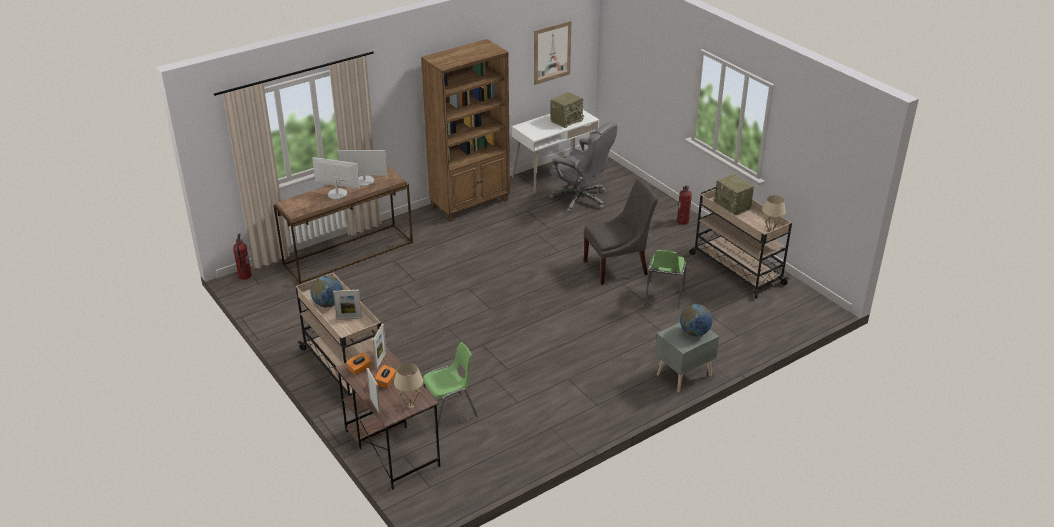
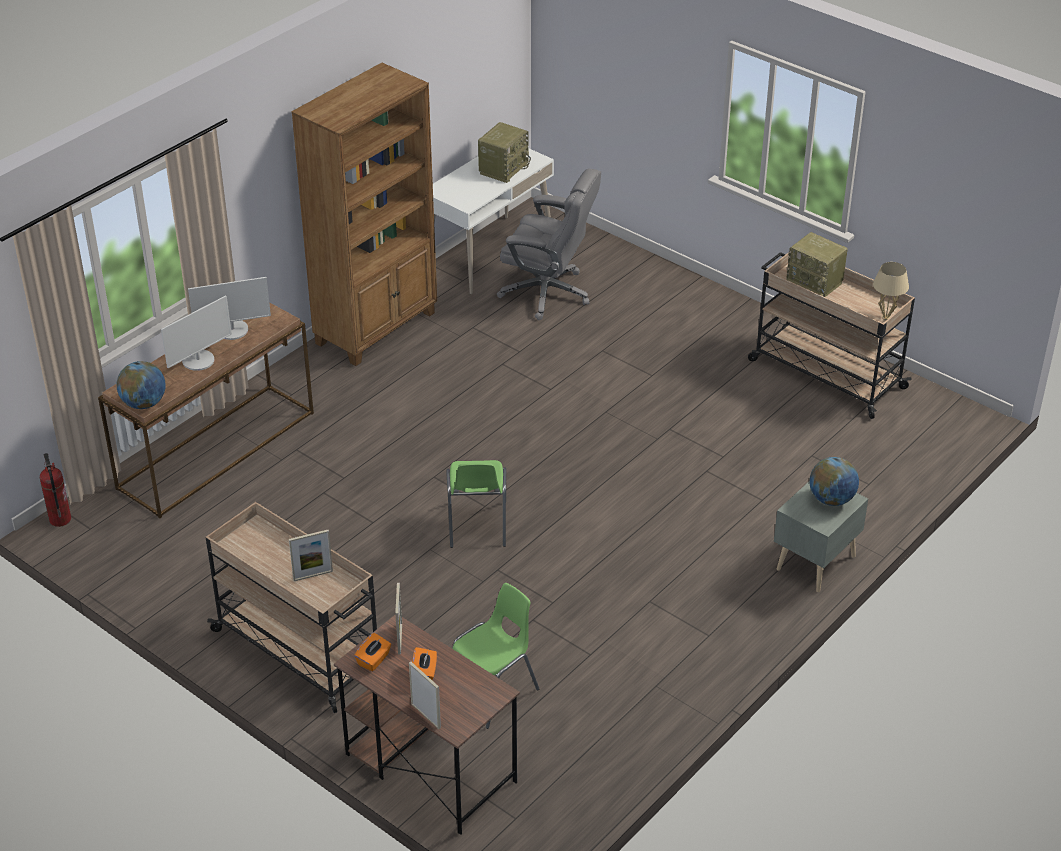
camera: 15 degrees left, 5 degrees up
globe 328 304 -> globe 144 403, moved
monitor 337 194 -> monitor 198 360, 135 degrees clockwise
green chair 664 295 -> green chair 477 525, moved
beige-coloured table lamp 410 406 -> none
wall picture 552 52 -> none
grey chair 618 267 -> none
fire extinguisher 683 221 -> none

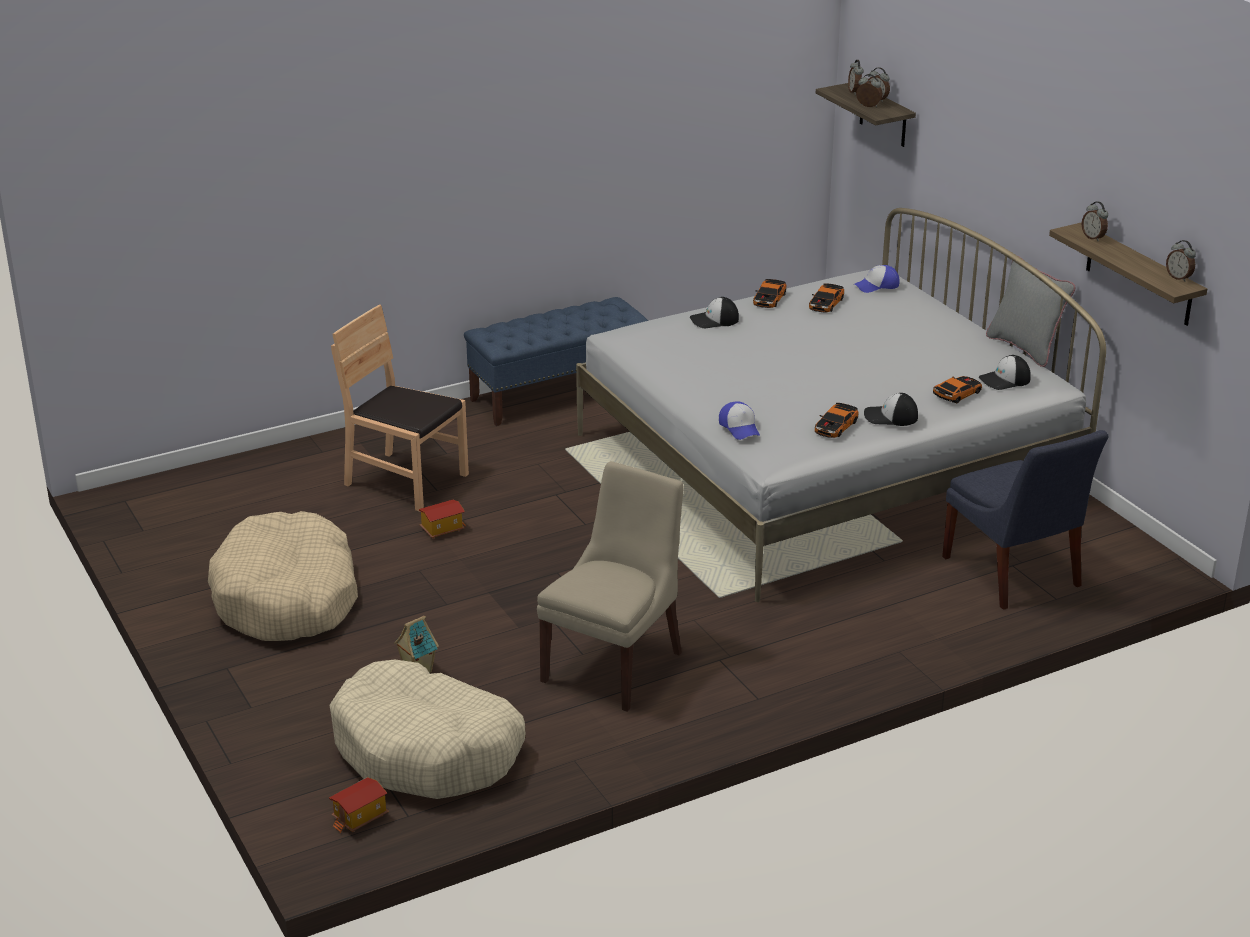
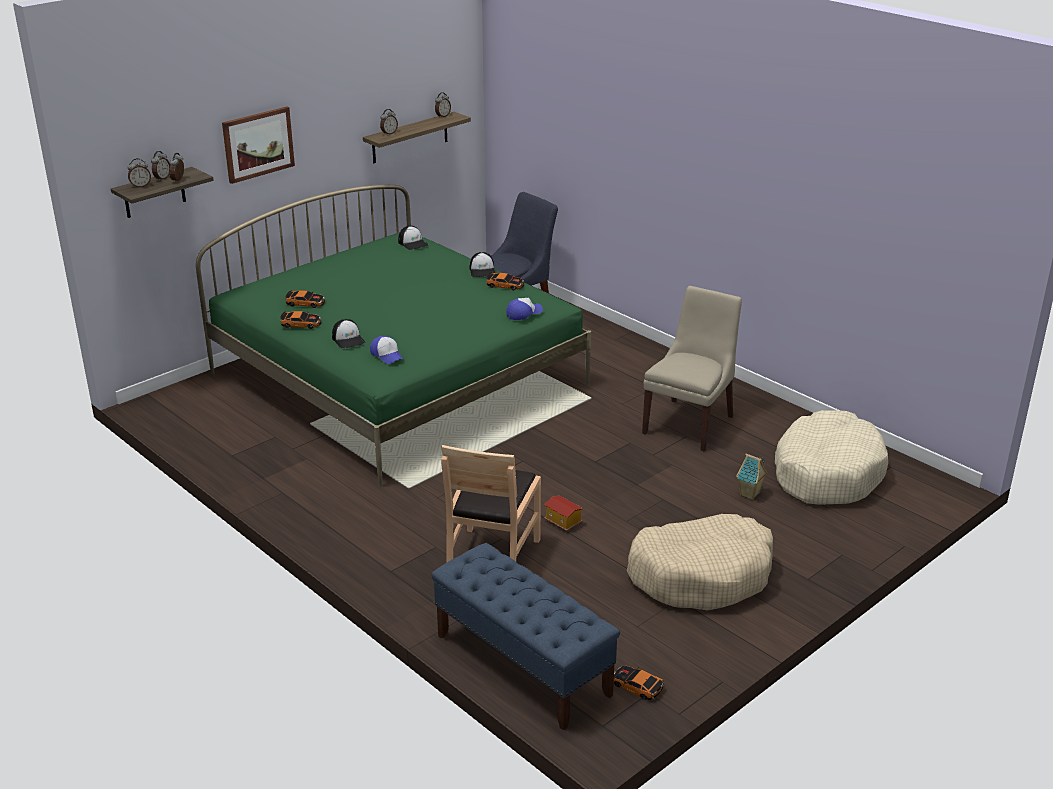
camera: 105 degrees left, 0 degrees up
white-coloured sleeping bed 825 466 -> green sleeping bed 398 379
none -> wall picture 258 144
peaked cap 877 286 -> peaked cap 387 355, moved
blue-coloured long seat 559 394 -> blue-coloured long seat 522 665, moved
miniature car 957 393 -> miniature car 636 686, moved
beige-coloured chair 615 664 -> beige-coloured chair 689 423, 105 degrees clockwise
toy house 360 818 -> none
grey pillow 1025 348 -> none

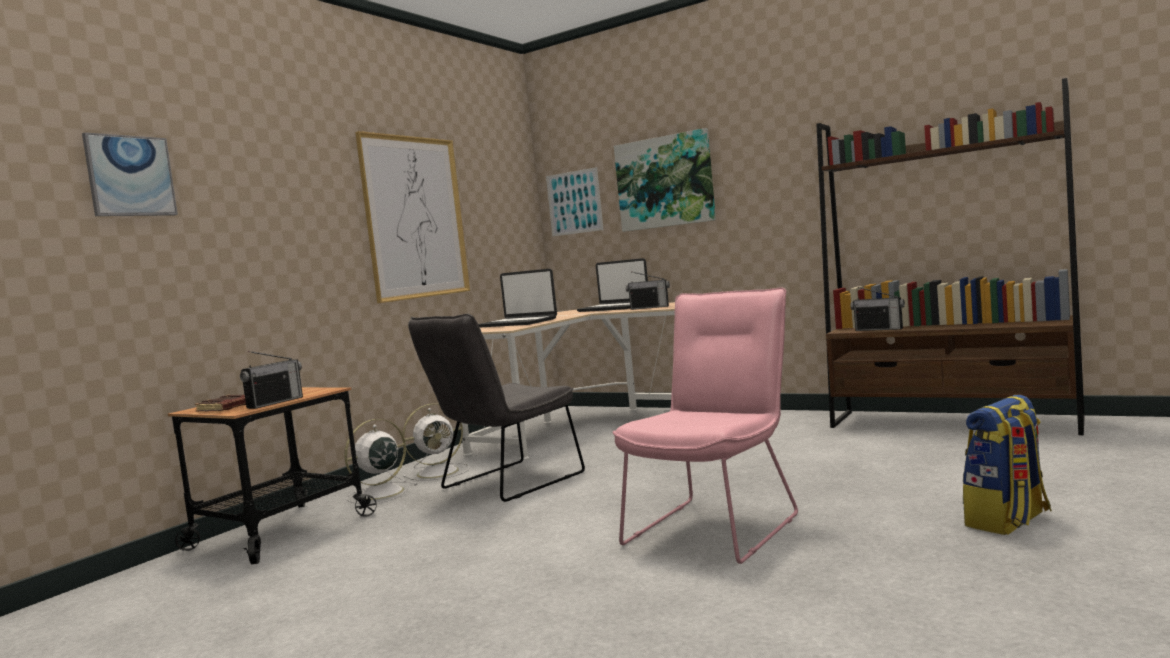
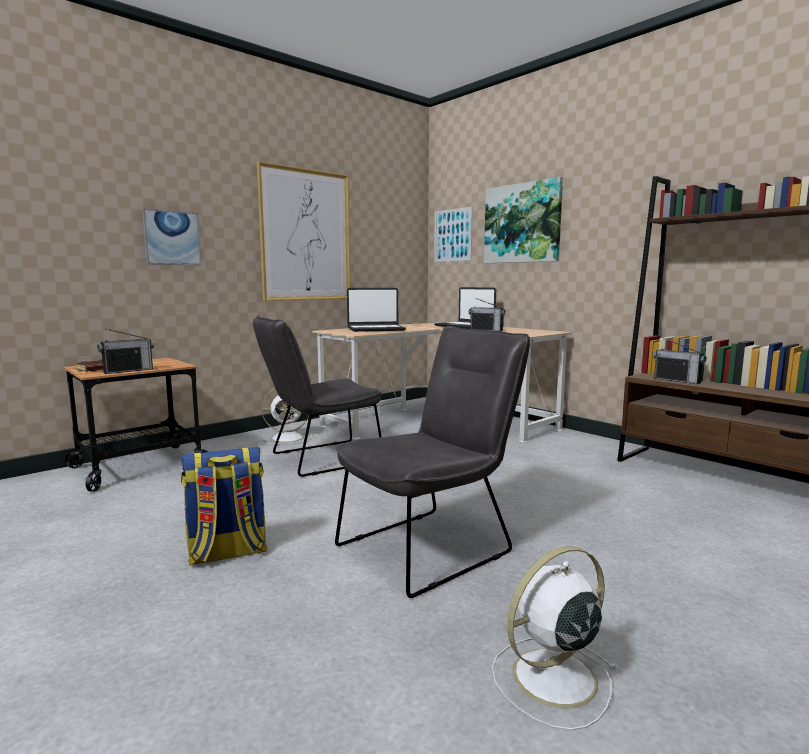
camera: 15 degrees right, 5 degrees up
wall picture 130 176 -> wall picture 172 238, moved
backpack 1008 521 -> backpack 227 553, moved
pinkish chair 718 525 -> grey chair 433 546
notebook computer 518 323 -> notebook computer 375 329, 60 degrees counterclockwise
white-coloured cooling fan 379 493 -> white-coloured cooling fan 551 678, moved

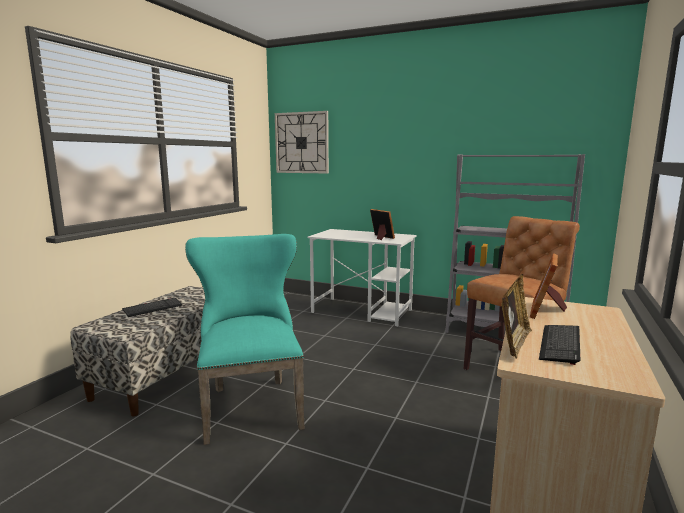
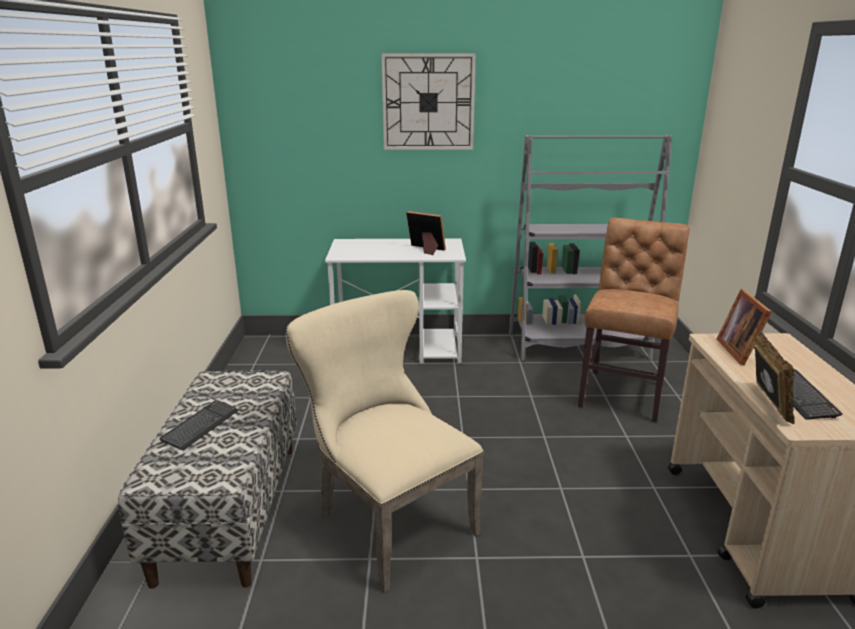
camera: 25 degrees left, 10 degrees up
turquoise-coloured chair 251 404 -> beige-coloured chair 387 520
clock on the wall 302 143 -> clock on the wall 428 102, moved

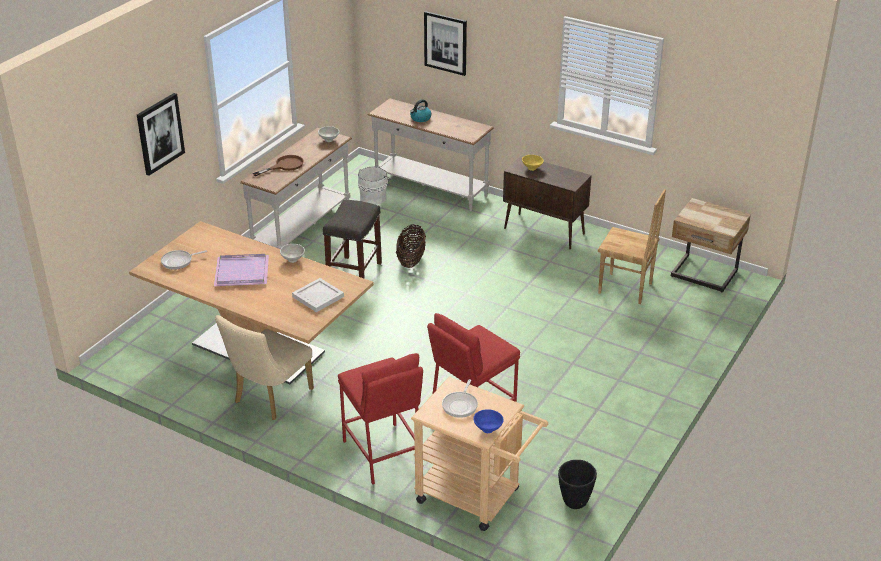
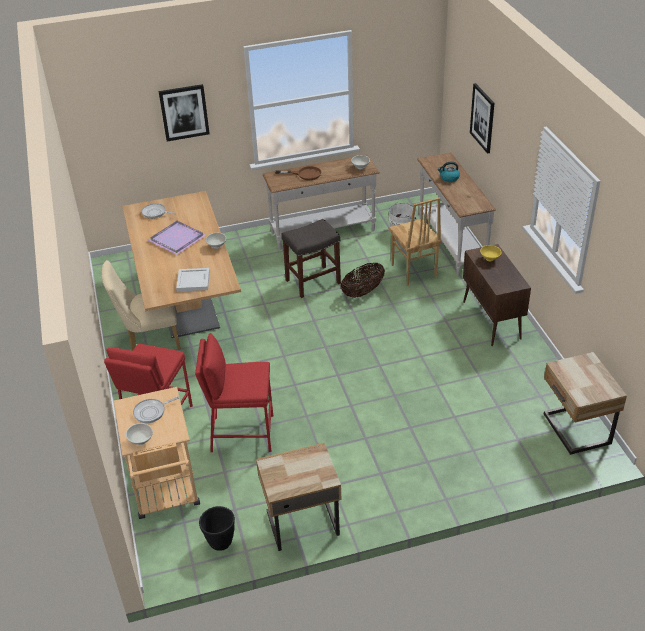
camera: 45 degrees right, 5 degrees up
blue-coloured deep dish 487 429 -> white-coloured deep dish 141 440
none -> beige-coloured nightstand 301 522
brown-coloured chair 625 289 -> brown-coloured chair 413 271, moved

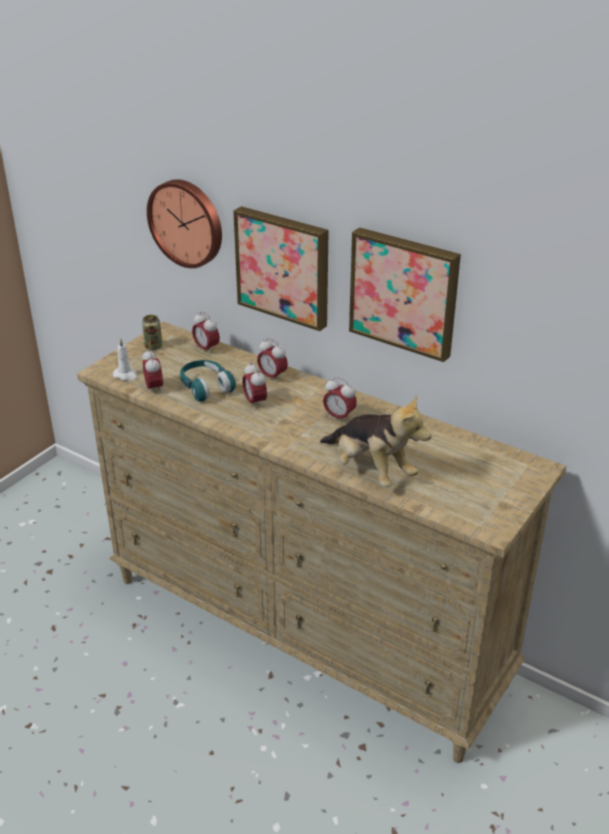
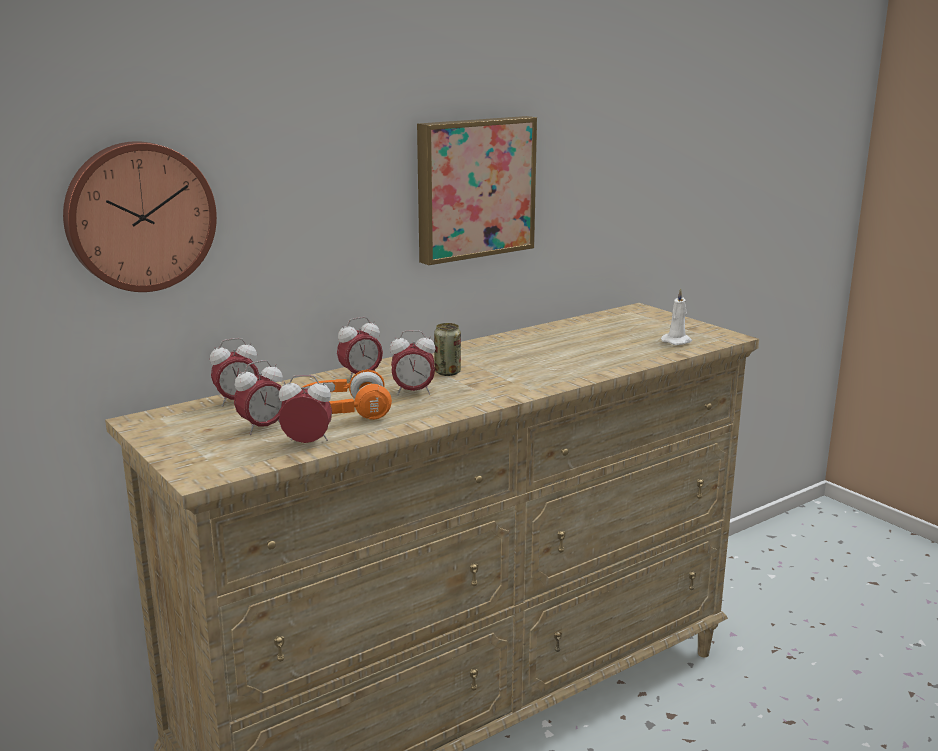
camera: 70 degrees left, 15 degrees down
bedside clock 339 417 -> bedside clock 262 428, moved
turquoise-coloured headset 206 387 -> orangey headset 343 413
sealed can 153 347 -> sealed can 447 372, moved
white-coloured wax light 126 375 -> white-coloured wax light 677 341, moved
wall picture 284 266 -> none
cuddly toy 371 470 -> none

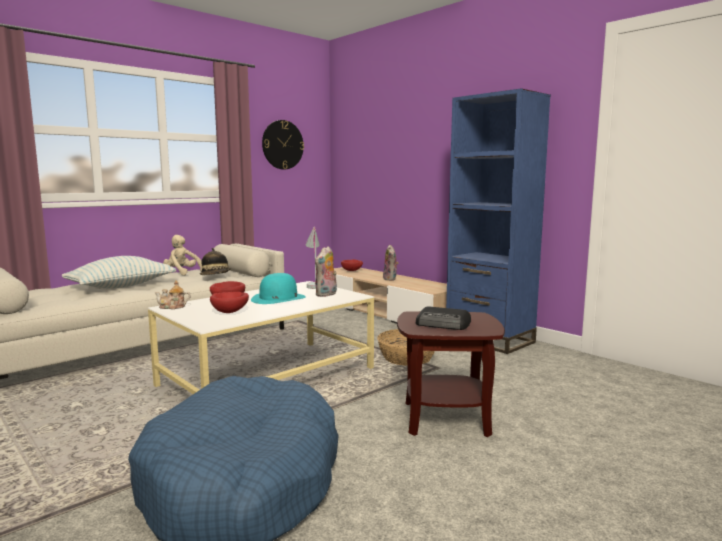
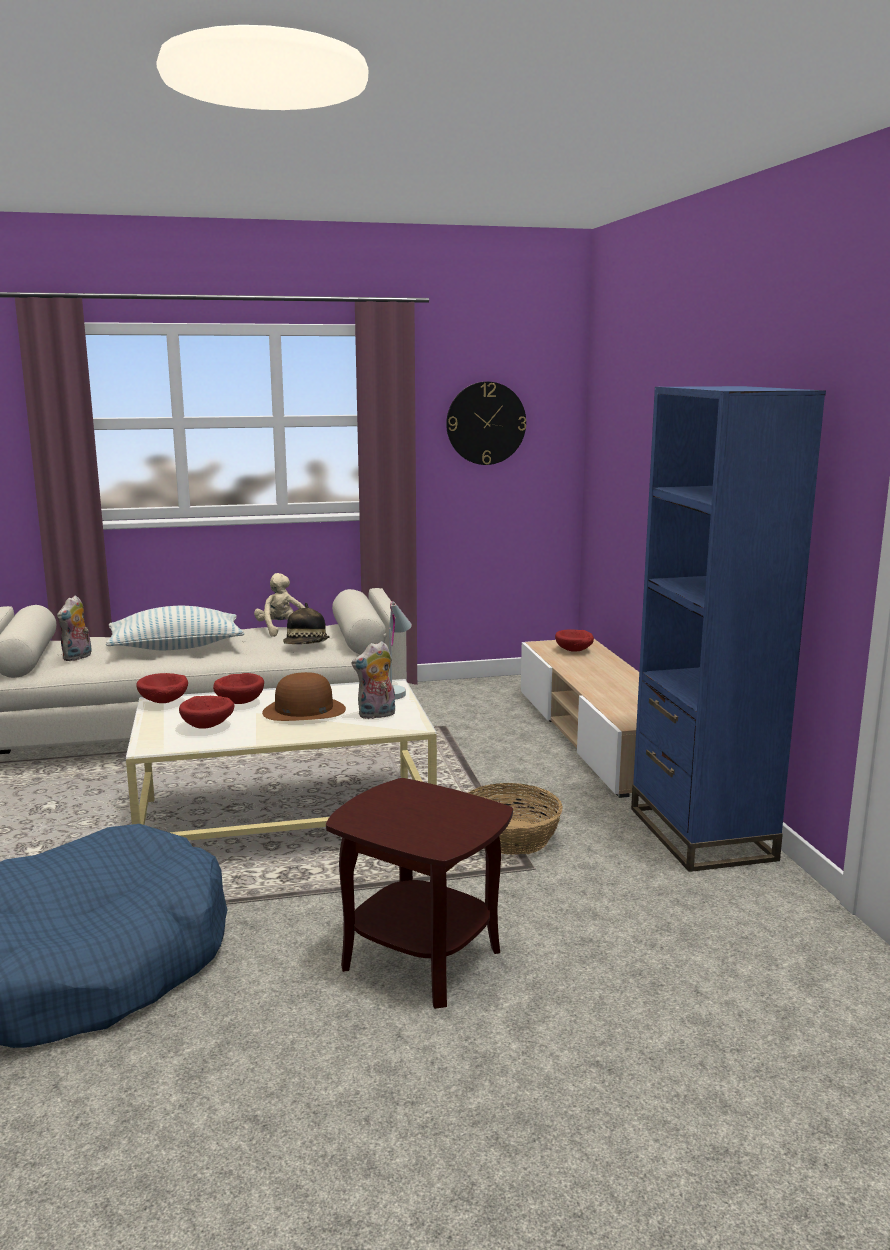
camera: 30 degrees right, 5 degrees up
cuddly toy 391 279 -> cuddly toy 78 657, moved
tea pot 173 307 -> red deep dish 163 702
turquoise-coloured hat 278 298 -> brown-coloured hat 303 710
radio receiver 443 324 -> none

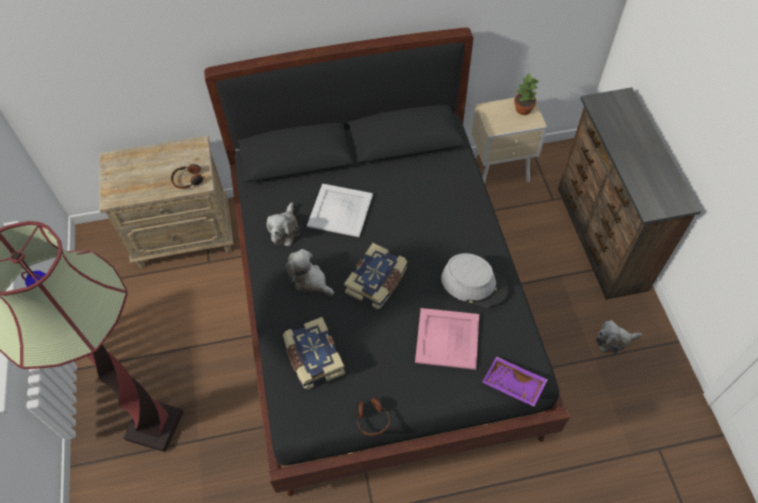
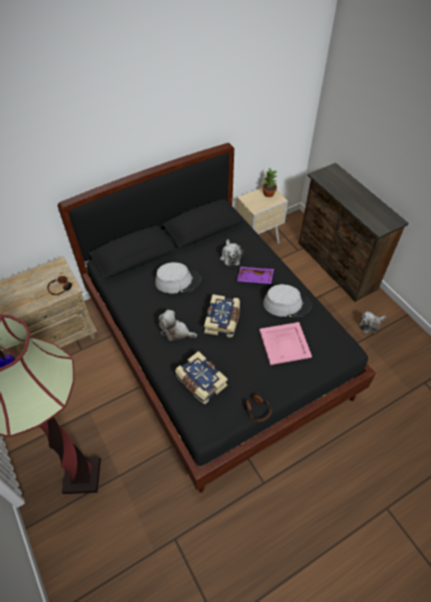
camera: 20 degrees left, 5 degrees down
white-coloured carrying tray 340 210 -> grey hat 178 281
cuddly toy 285 230 -> cuddly toy 230 256, moved
purple-coloured carrying tray 513 385 -> purple-coloured carrying tray 254 279, moved

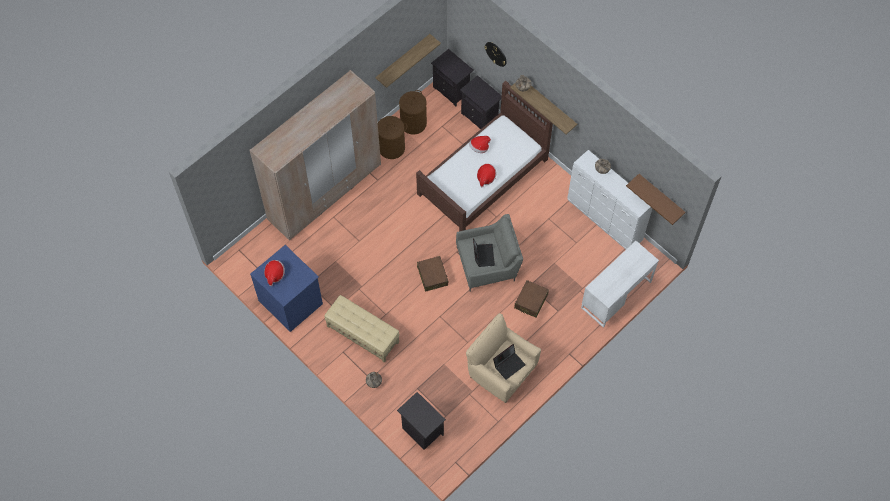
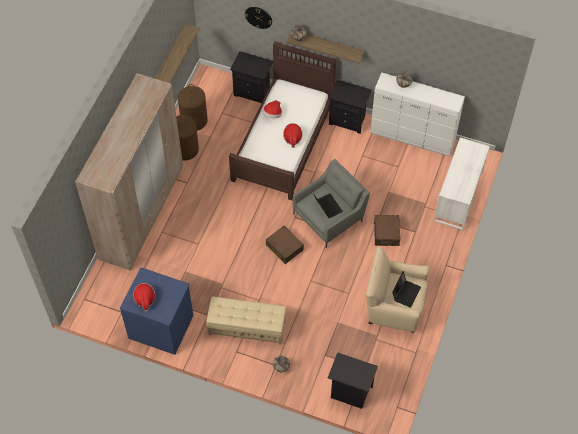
camera: 25 degrees left, 5 degrees down
blackish nightstand 452 90 -> blackish nightstand 348 120, moved
brown-coloured wall shelf 661 196 -> none

